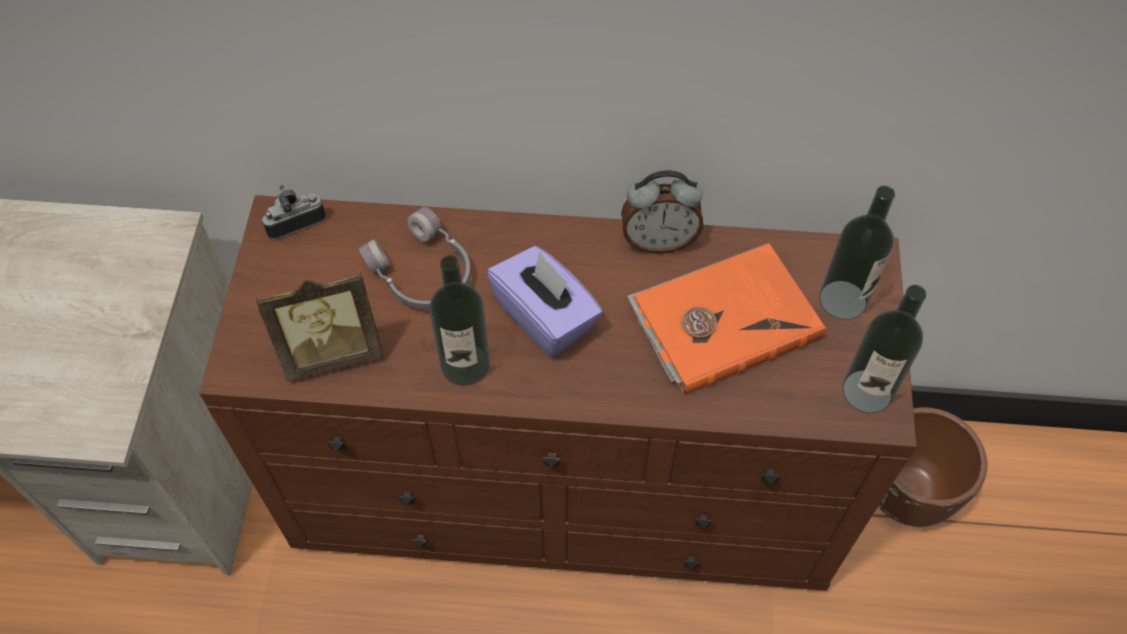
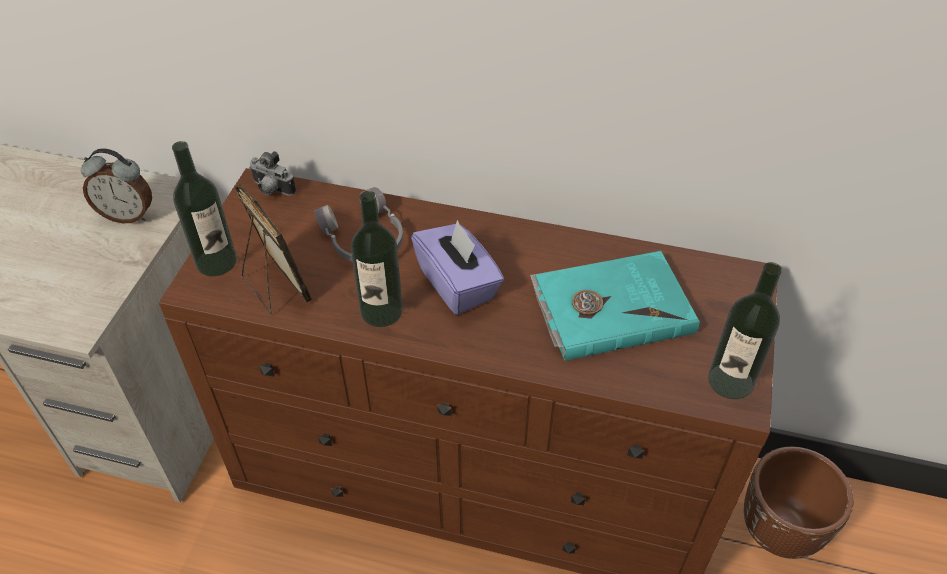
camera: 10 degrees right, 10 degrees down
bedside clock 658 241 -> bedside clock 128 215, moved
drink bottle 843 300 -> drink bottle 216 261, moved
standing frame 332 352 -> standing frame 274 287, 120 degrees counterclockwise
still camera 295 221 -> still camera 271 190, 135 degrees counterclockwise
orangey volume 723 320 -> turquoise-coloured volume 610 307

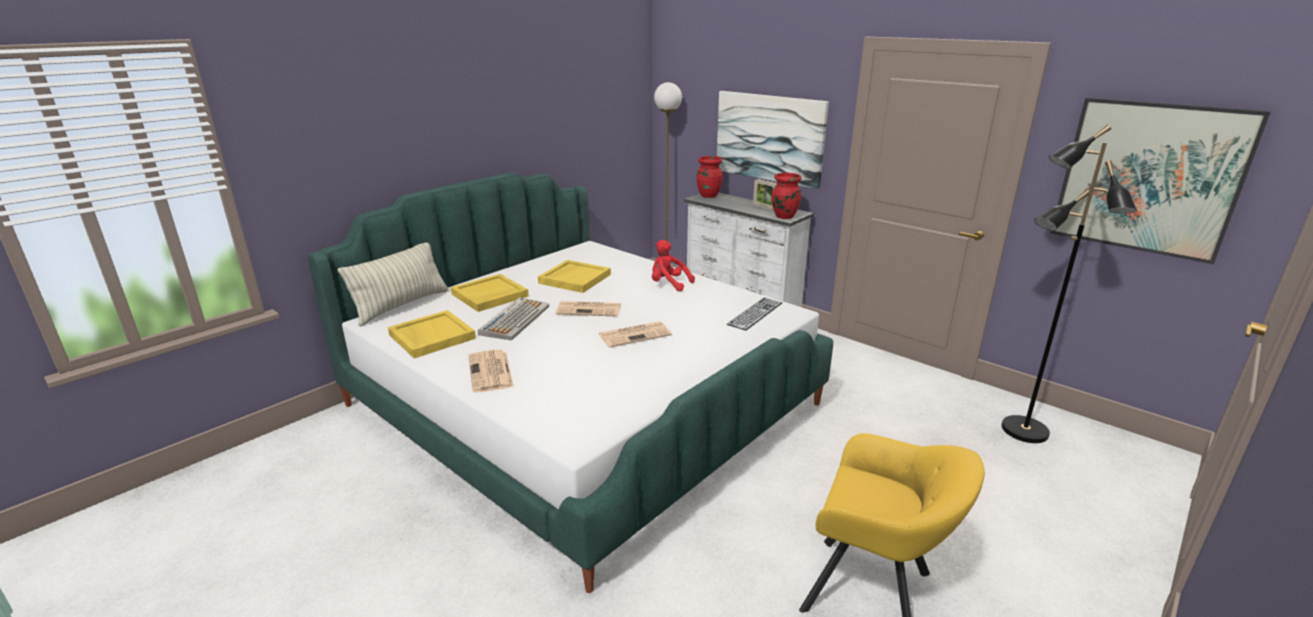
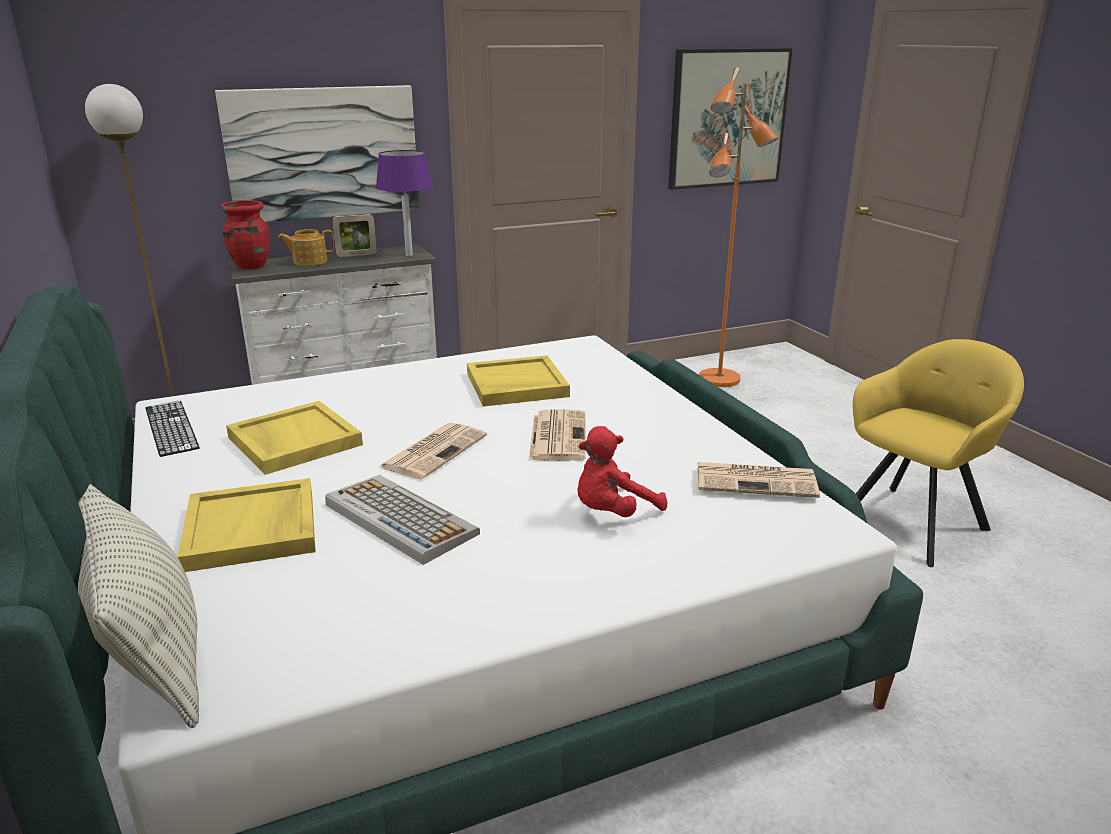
camera: 65 degrees left, 0 degrees up
keyboard 755 313 -> keyboard 171 427, moved
none -> tea pot 309 261
red vase 784 216 -> purple-coloured table lamp 409 255
yellow carrying tray 431 336 -> yellow carrying tray 516 385, moved
red cuddly toy 668 284 -> red cuddly toy 613 512, moved
printed paper 491 372 -> printed paper 757 481, moved
blackish standing lamp 1024 431 -> orangey standing lamp 719 380

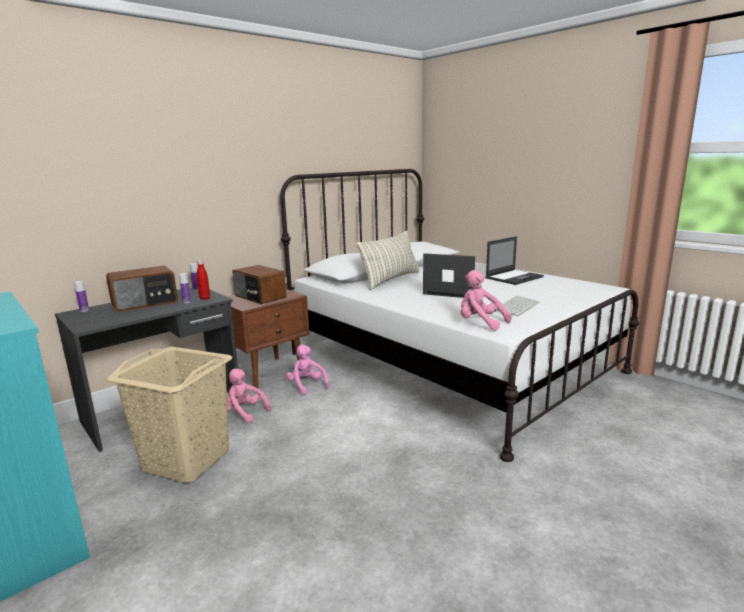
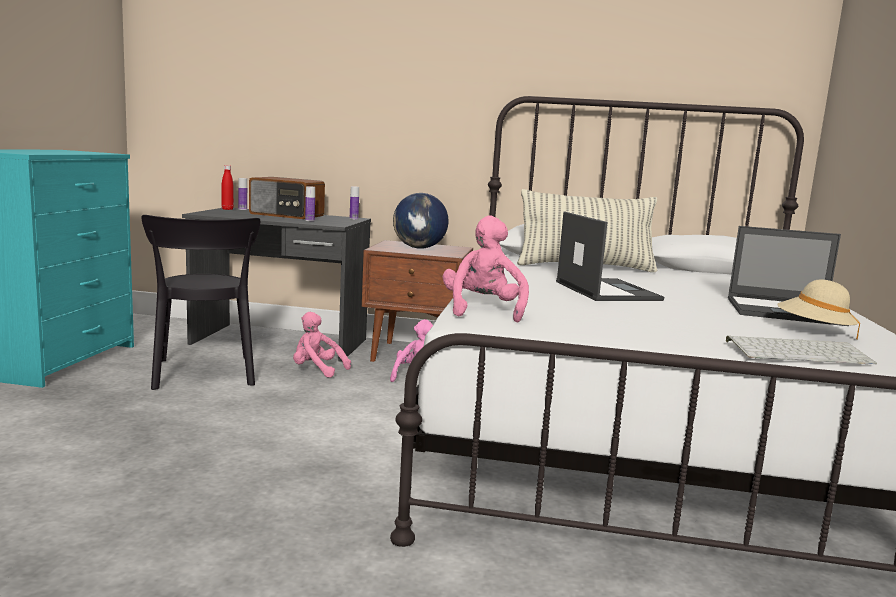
camera: 50 degrees right, 5 degrees down
beige-coloured laundry basket 186 461 -> blackish chair 204 375
red drink bottle 205 298 -> red drink bottle 227 209, moved
pinkish cuddly toy 244 413 -> pinkish cuddly toy 317 370, 60 degrees counterclockwise
radio receiver 259 297 -> globe 419 248
keyboard 516 306 -> keyboard 799 352, moved
none -> beige-coloured hat 814 331

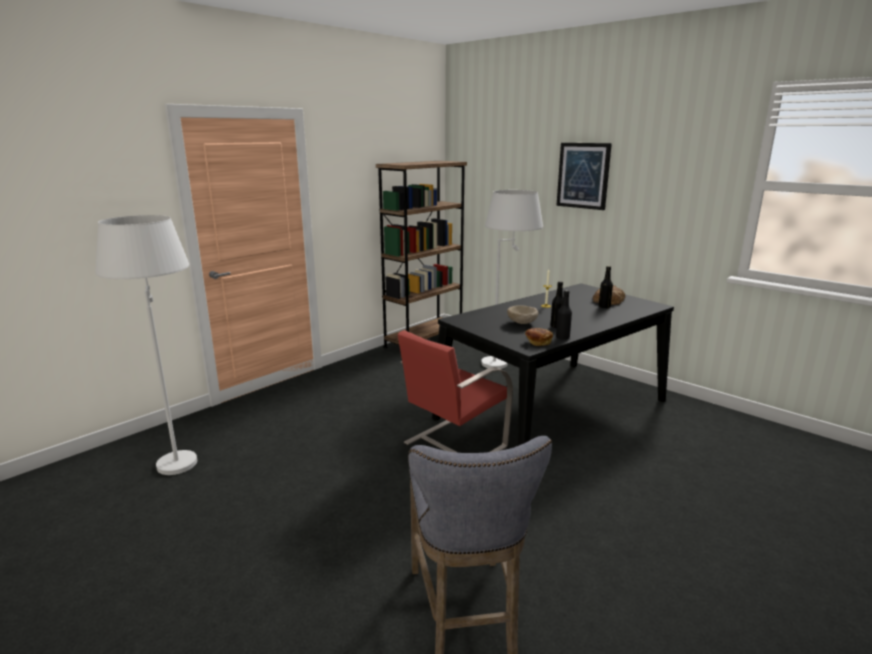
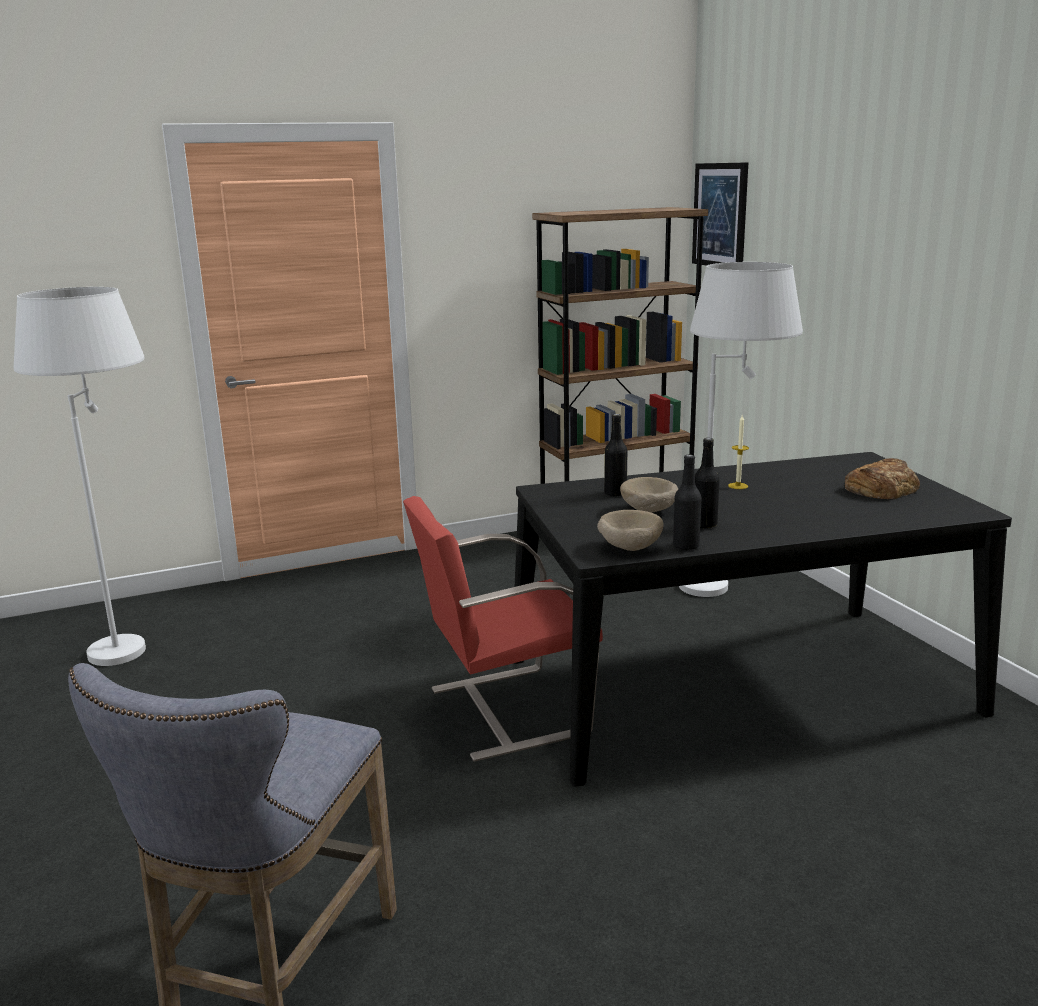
camera: 25 degrees right, 0 degrees up
bread 538 342 -> beige-coloured deep dish 628 547
blackish drink bottle 604 307 -> blackish drink bottle 615 493, moved
wall picture 583 175 -> wall picture 720 215, moved

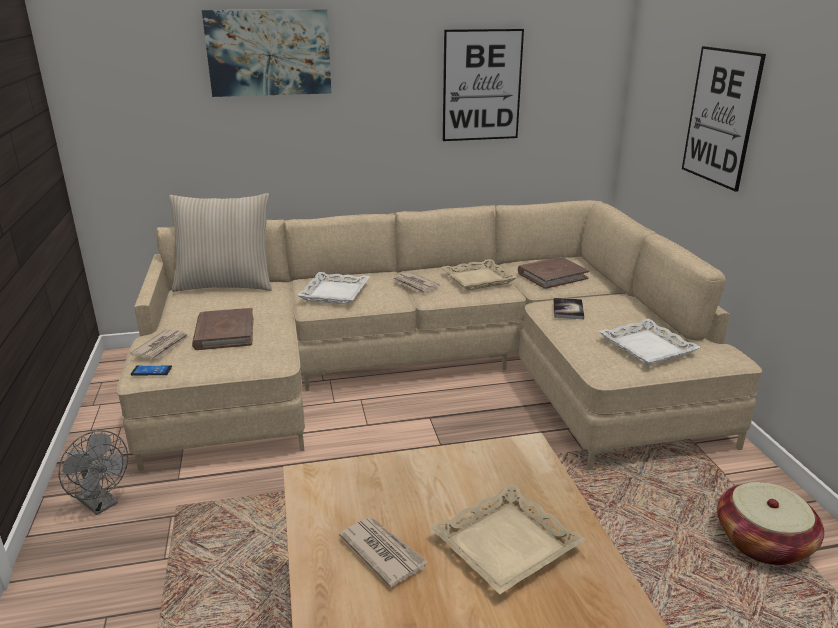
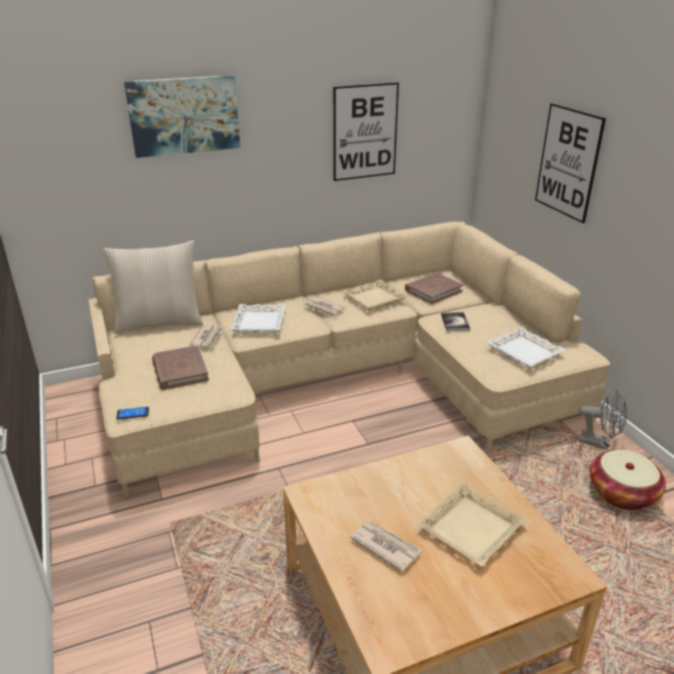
camera: 10 degrees left, 5 degrees up
printed paper 162 347 -> printed paper 207 338, moved
grey cooling fan 101 504 -> grey cooling fan 599 443, moved

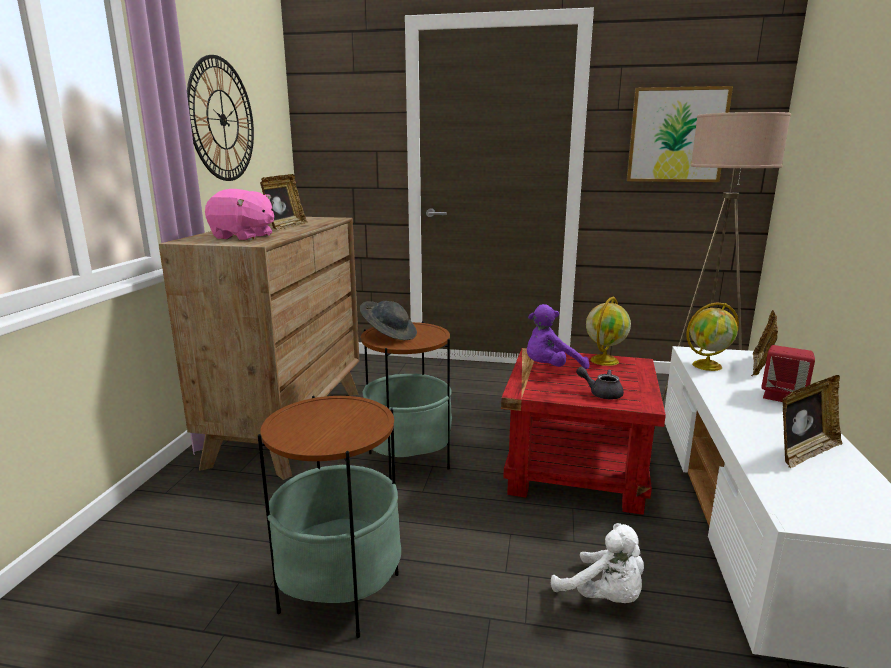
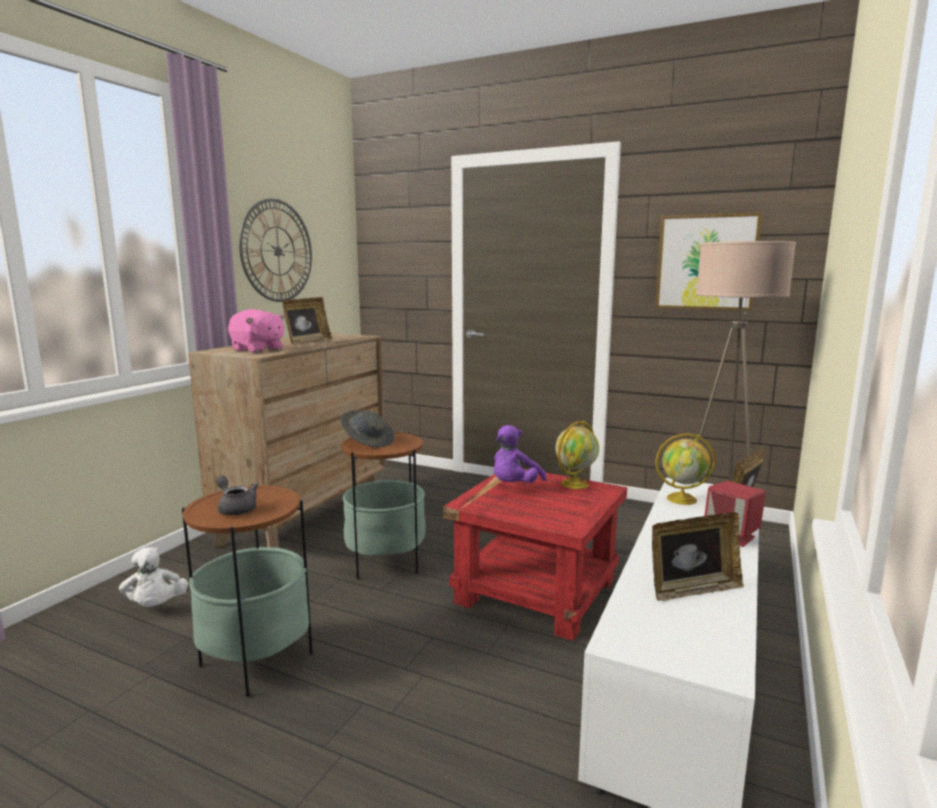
camera: 15 degrees right, 5 degrees down
white-coloured cuddly toy 603 597 -> white-coloured cuddly toy 156 606, moved
grey tea pot 601 393 -> grey tea pot 236 508, moved
purple-coloured cuddly toy 551 368 -> purple-coloured cuddly toy 514 486, 45 degrees counterclockwise

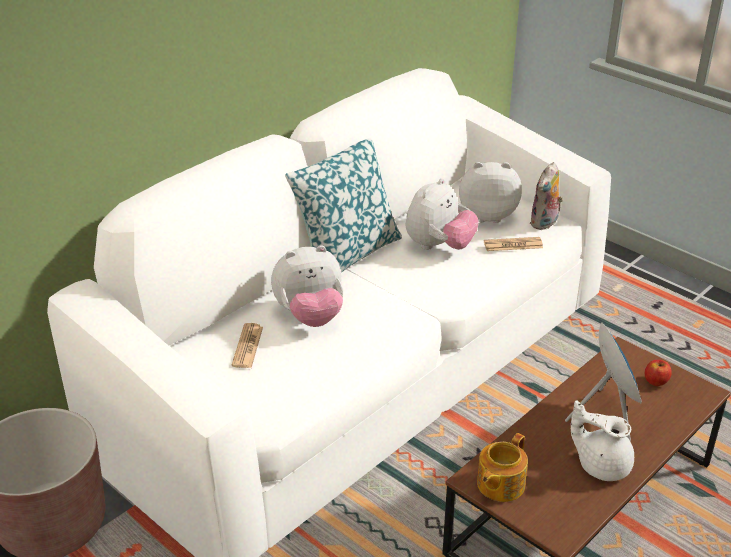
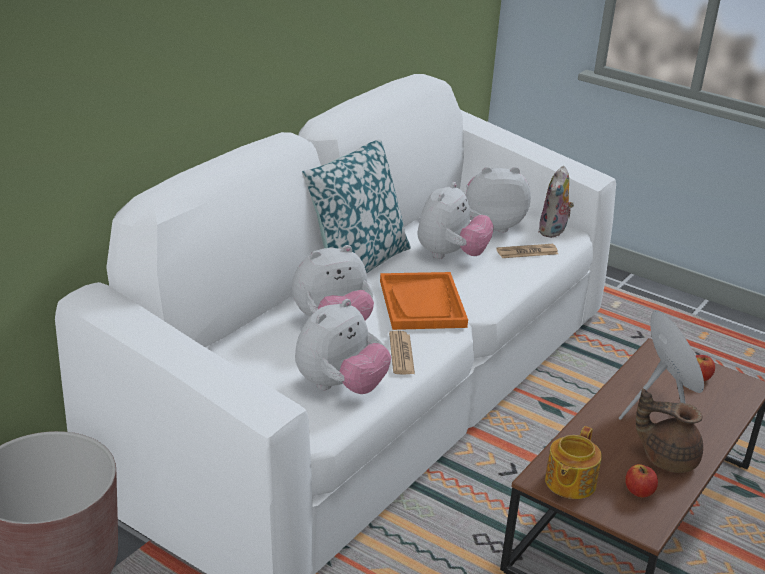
camera: 10 degrees left, 5 degrees down
none -> cuddly toy 340 387
none -> orangey carrying tray 422 304
printed paper 247 346 -> printed paper 401 354, moved
none -> apple fruit 639 491
white-coloured tea pot 601 464 -> brown-coloured tea pot 667 458

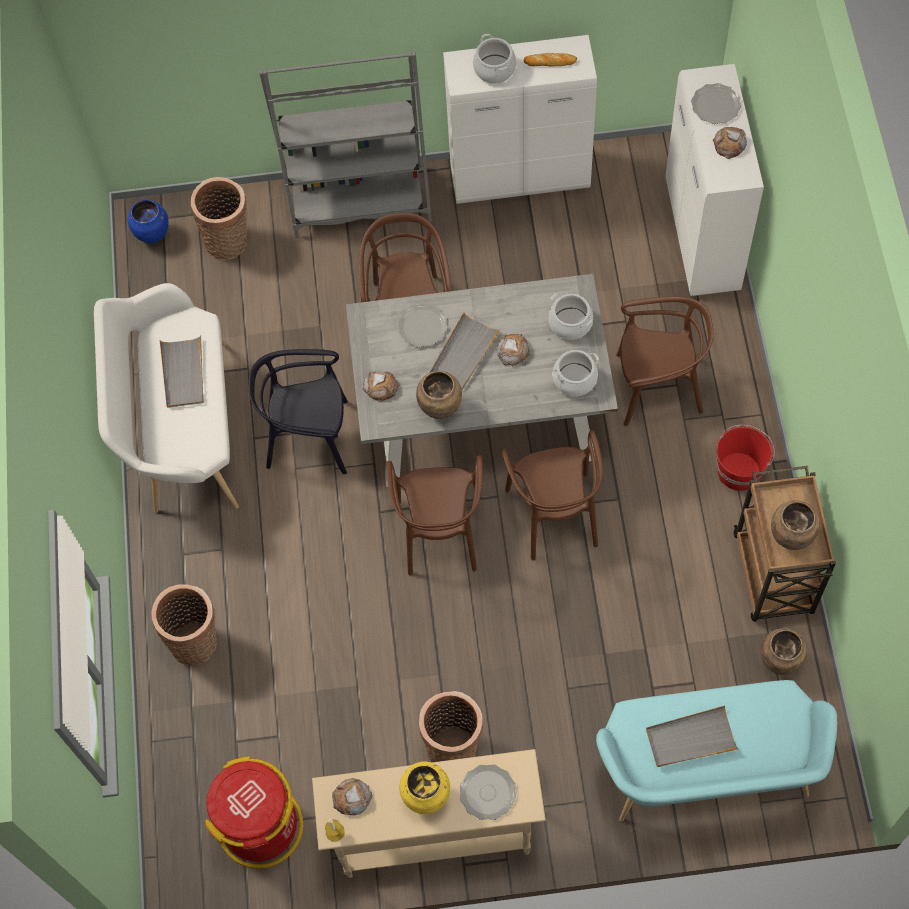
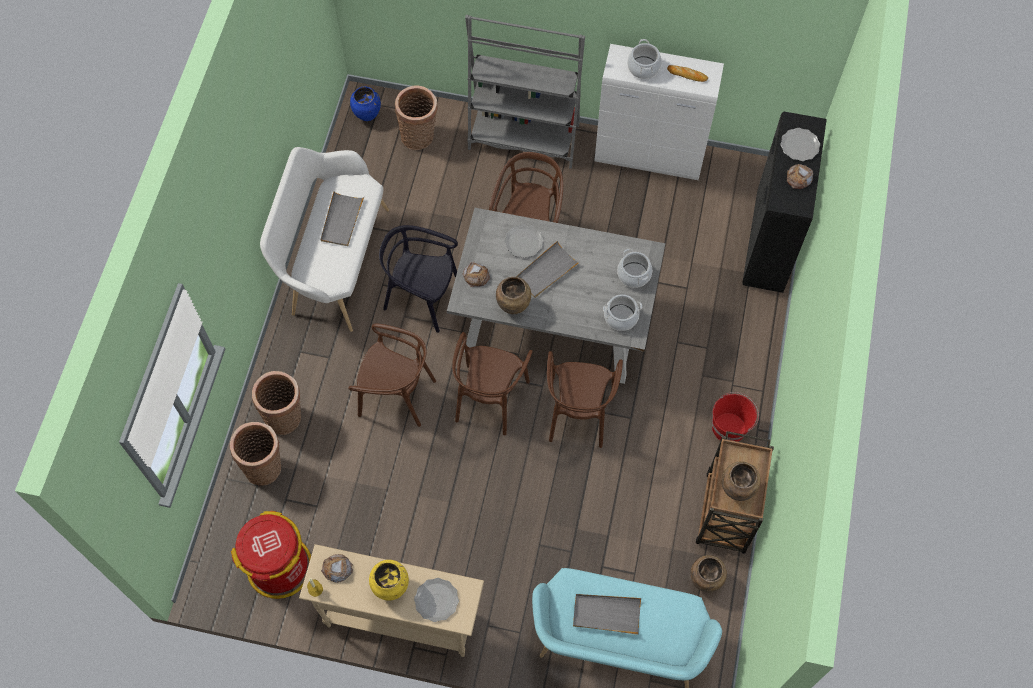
camera: 15 degrees right, 0 degrees up
storage basket 453 746 -> storage basket 265 466, moved
brown-coloured chair 657 387 -> brown-coloured chair 396 395, moved
white-coloured cabinet 702 237 -> blackish cabinet 769 244
bread 513 350 -> none

